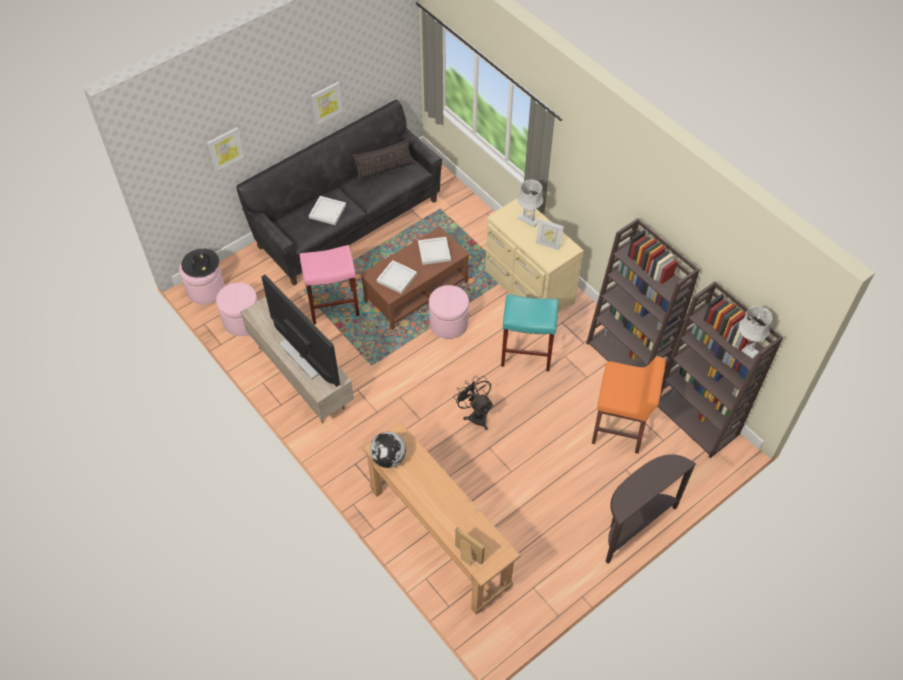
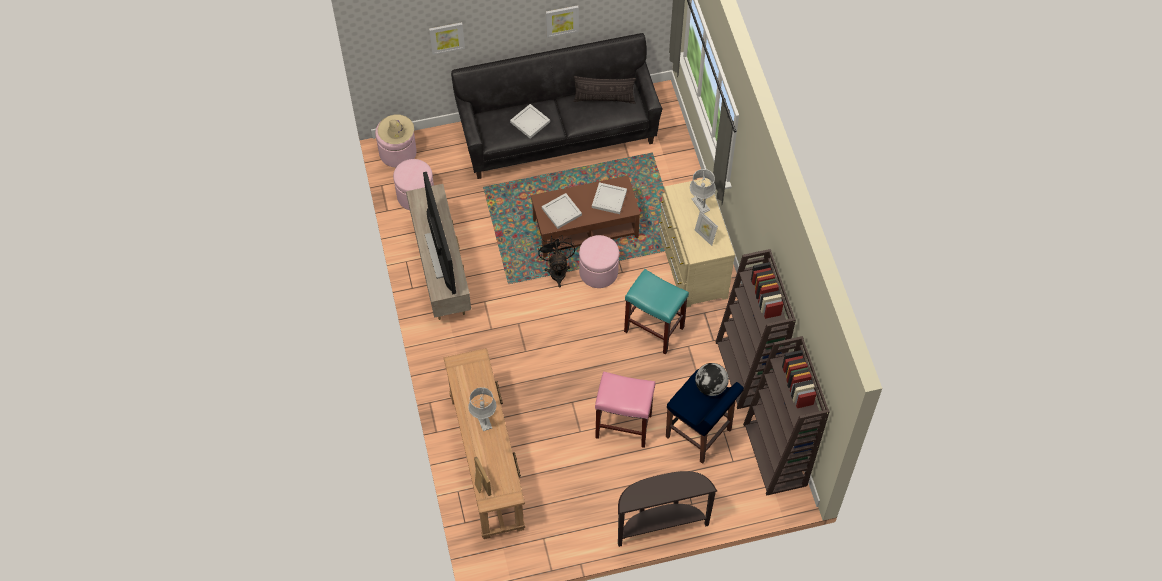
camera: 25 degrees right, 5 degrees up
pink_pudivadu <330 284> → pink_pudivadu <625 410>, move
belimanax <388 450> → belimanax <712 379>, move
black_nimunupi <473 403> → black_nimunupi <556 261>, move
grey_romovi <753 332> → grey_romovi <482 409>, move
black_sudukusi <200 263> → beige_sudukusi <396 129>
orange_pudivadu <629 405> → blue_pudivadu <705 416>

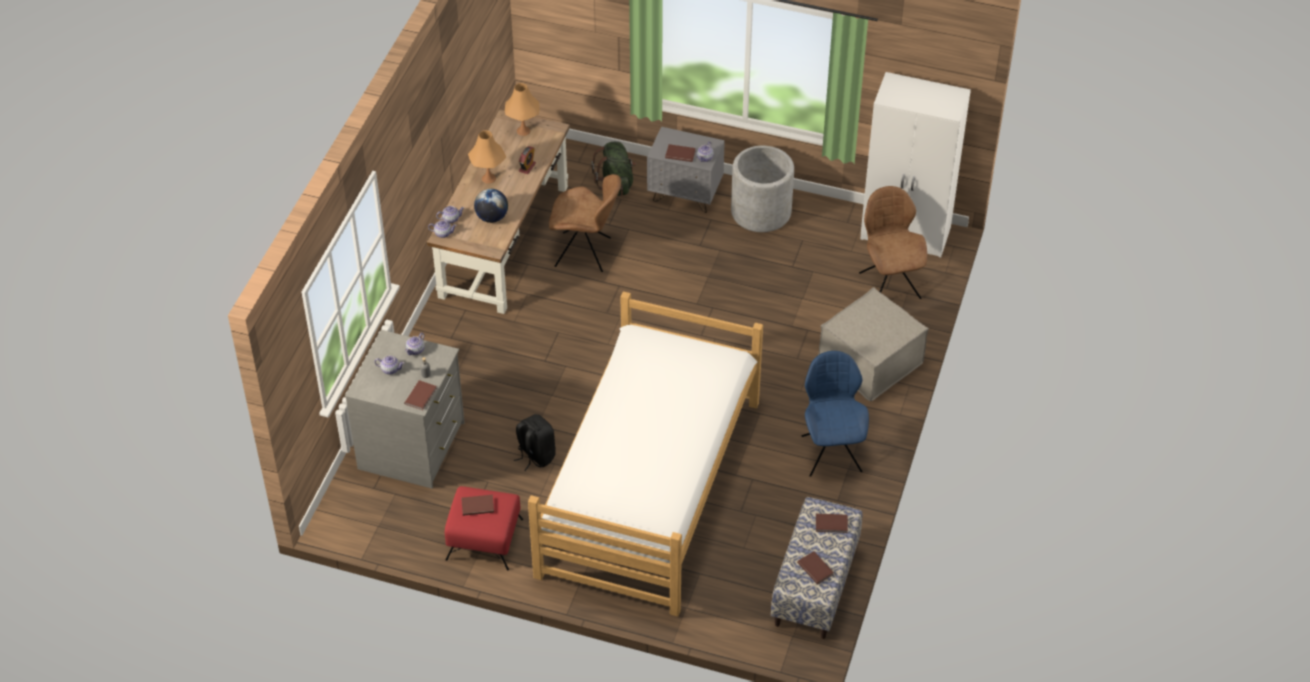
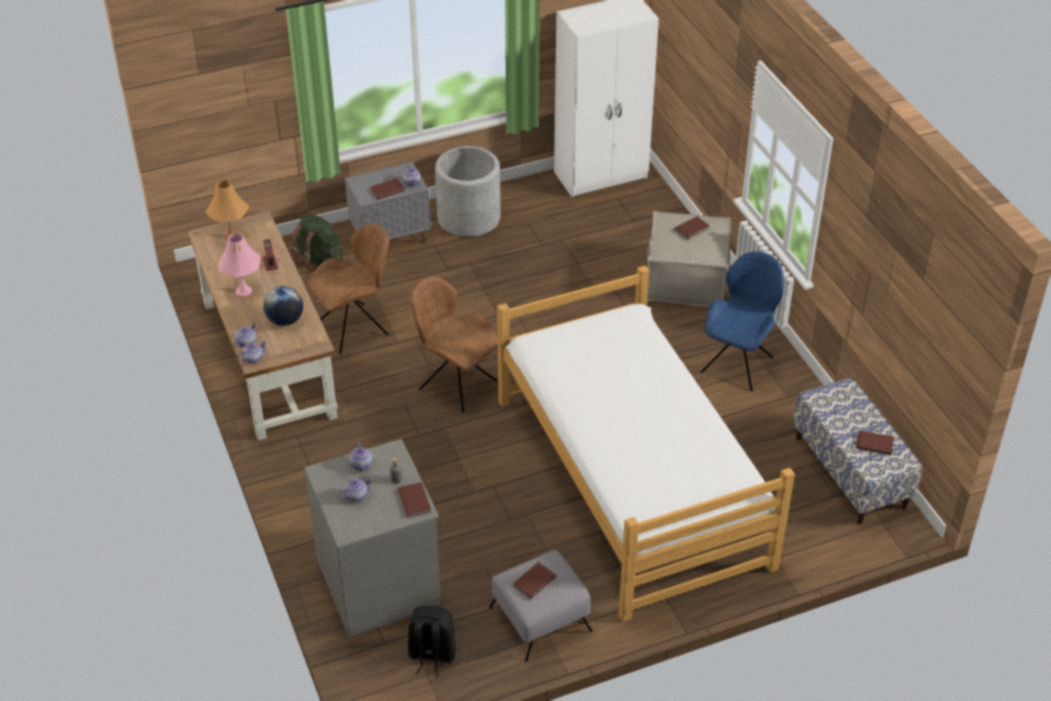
camera: 40 degrees left, 5 degrees down
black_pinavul <535 442> → black_pinavul <432 641>, move
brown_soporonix <832 523> → brown_soporonix <692 228>, move
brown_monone <893 242> → brown_monone <454 344>, move
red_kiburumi <484 528> → grey_kiburumi <540 606>
orange_romovi <487 157> → pink_romovi <239 264>
blue_monone <835 414> → blue_monone <742 321>, 75 degrees clockwise

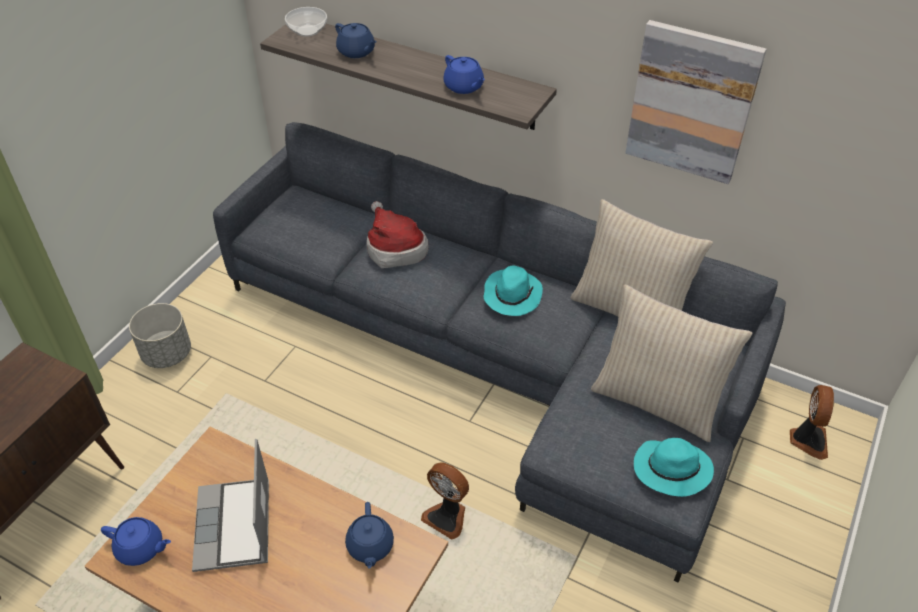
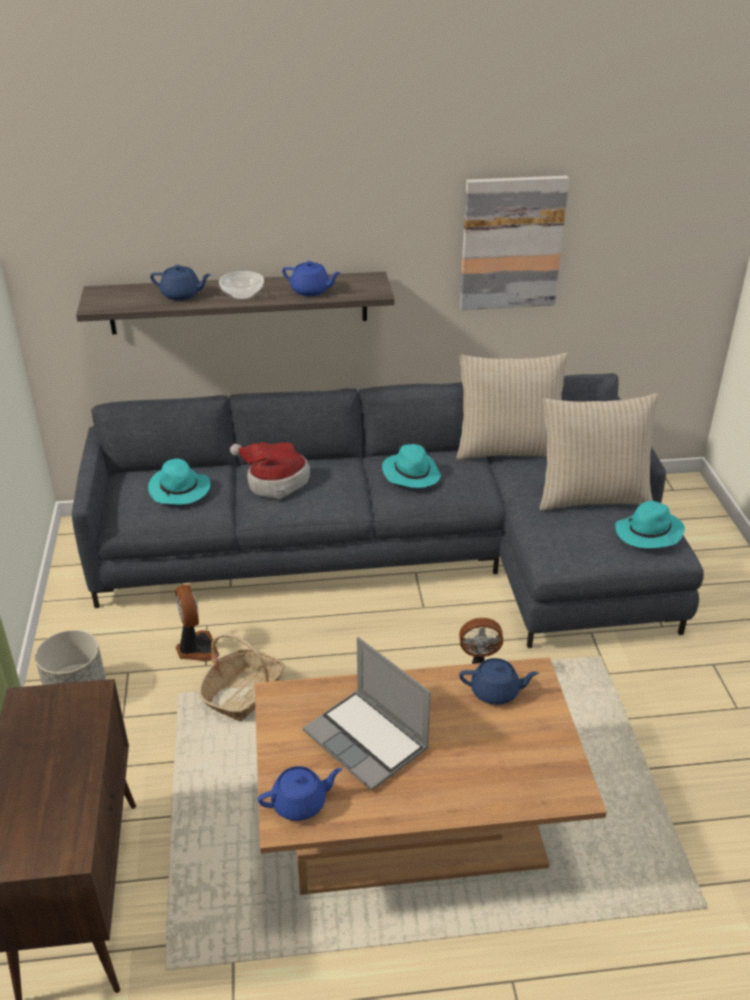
camera: 35 degrees left, 10 degrees down
- → turquoise_sudukusi <179 482>
- → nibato <241 677>
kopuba <306 22> → kopuba <241 285>, move
nimunupi <812 422> → nimunupi <197 623>, move
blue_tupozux <369 535> → blue_tupozux <499 681>, 45 degrees counterclockwise

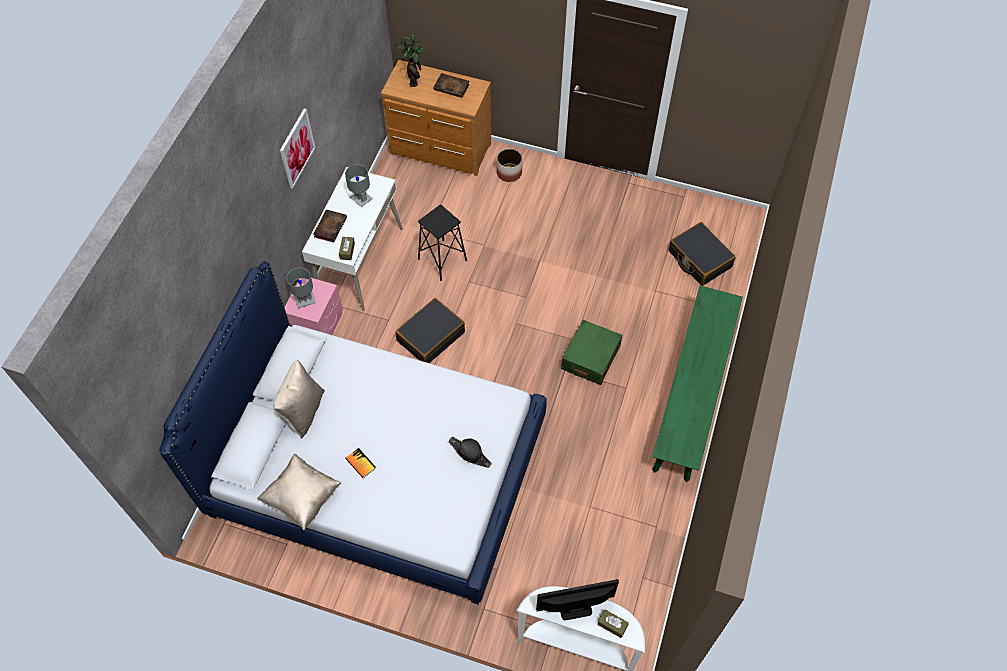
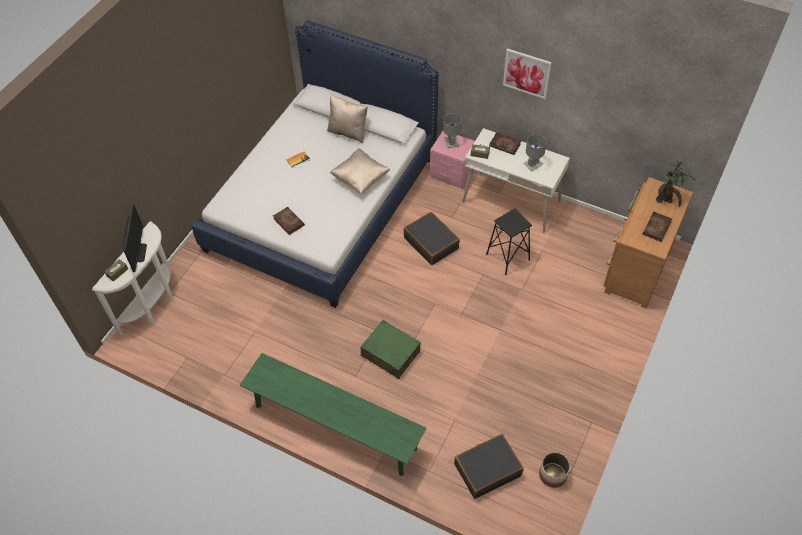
camera: 100 degrees right, 5 degrees down
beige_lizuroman <299 492> → beige_lizuroman <359 171>, move
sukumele <509 165> → sukumele <554 470>, move
black_sudukusi <470 452> → soporonix <289 221>

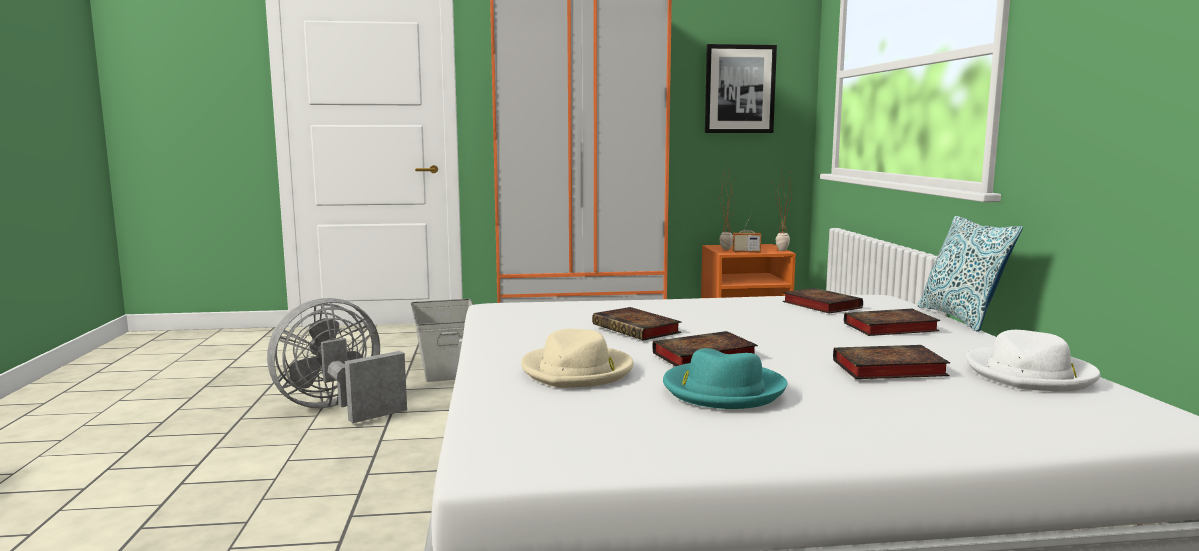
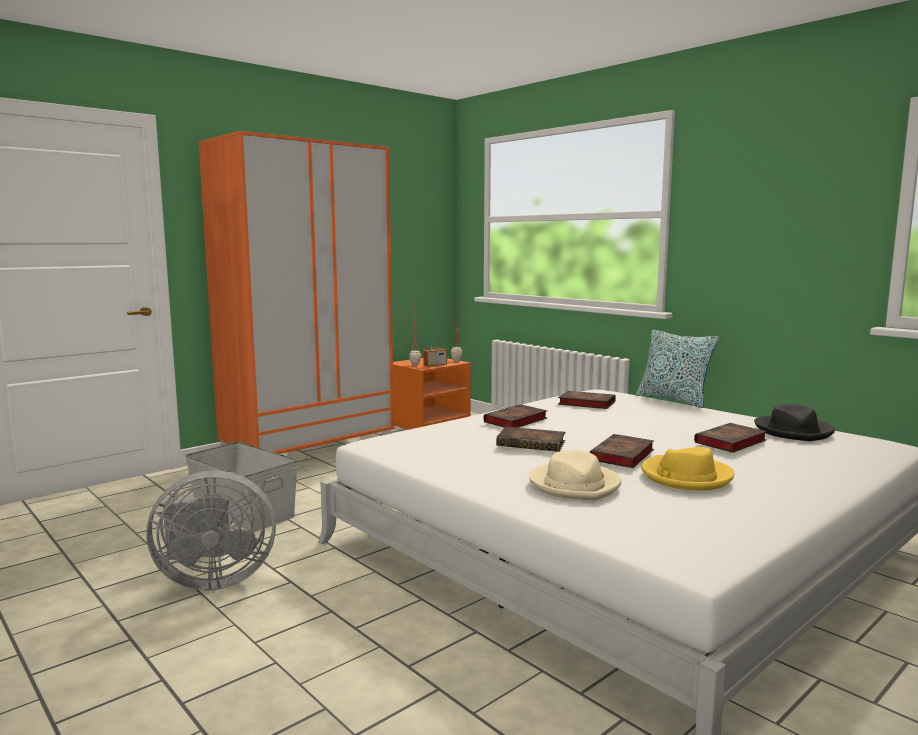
camera: 35 degrees left, 0 degrees up
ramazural <741 88> → -
soporonix <892 322> → soporonix <516 416>, move
turquoise_sudukusi <725 378> → yellow_sudukusi <687 469>
white_sudukusi <1033 360> → black_sudukusi <794 422>
grey_nimunupi <337 360> → grey_nimunupi <211 531>, 120 degrees counterclockwise

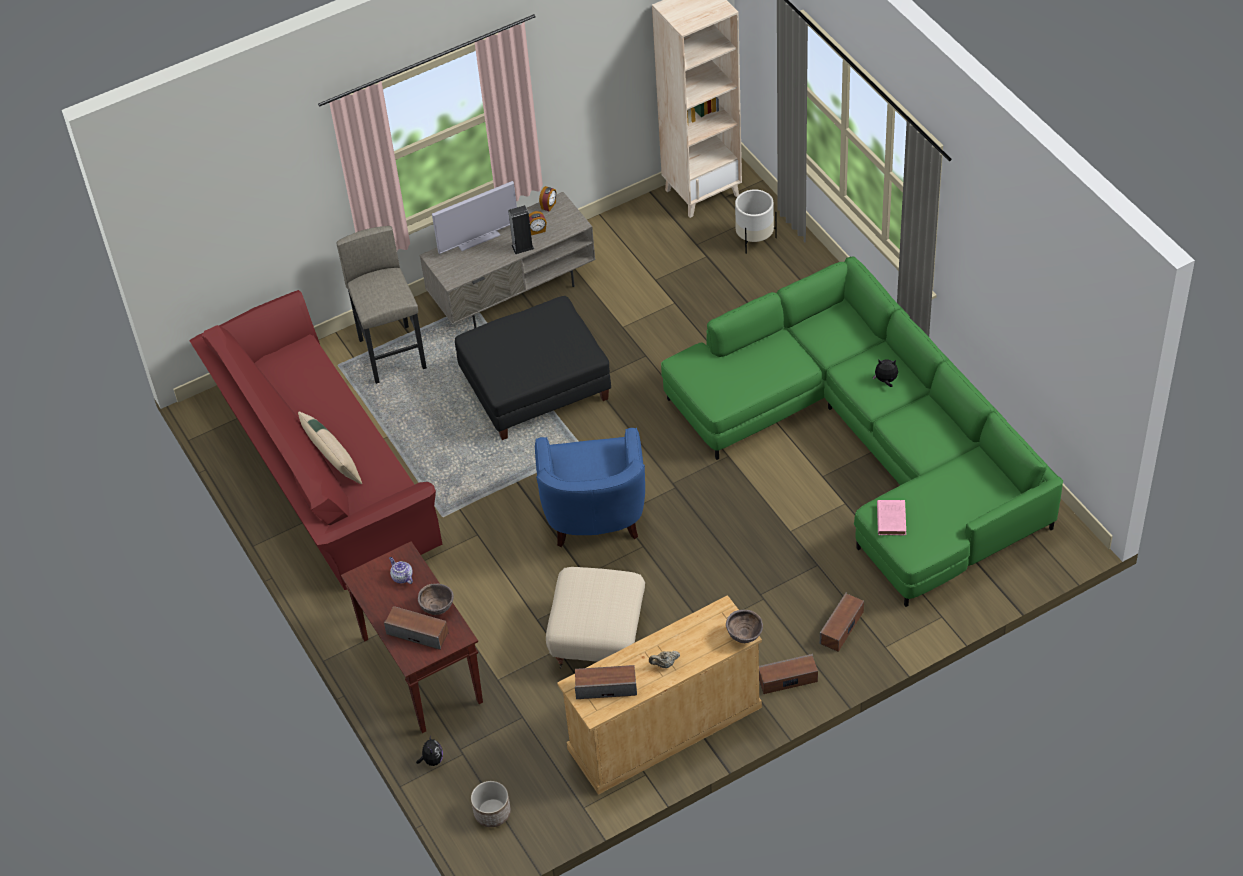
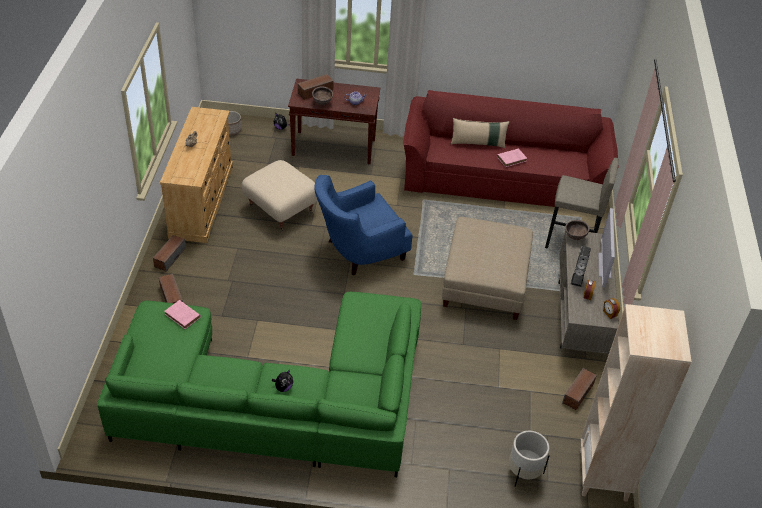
camera: 120 degrees right, 5 degrees down
- → pink_soporonix <512 157>
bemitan <606 682> → bemitan <579 389>, move
brown_kopuba <744 626> → brown_kopuba <577 230>, move
black_kiburumi <533 368> → beige_kiburumi <487 268>
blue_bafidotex <590 487> → blue_bafidotex <363 225>, 60 degrees counterclockwise

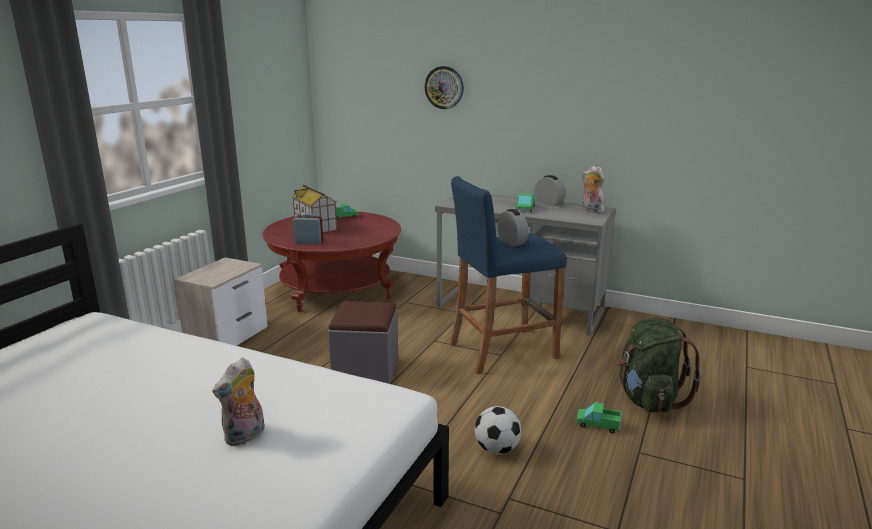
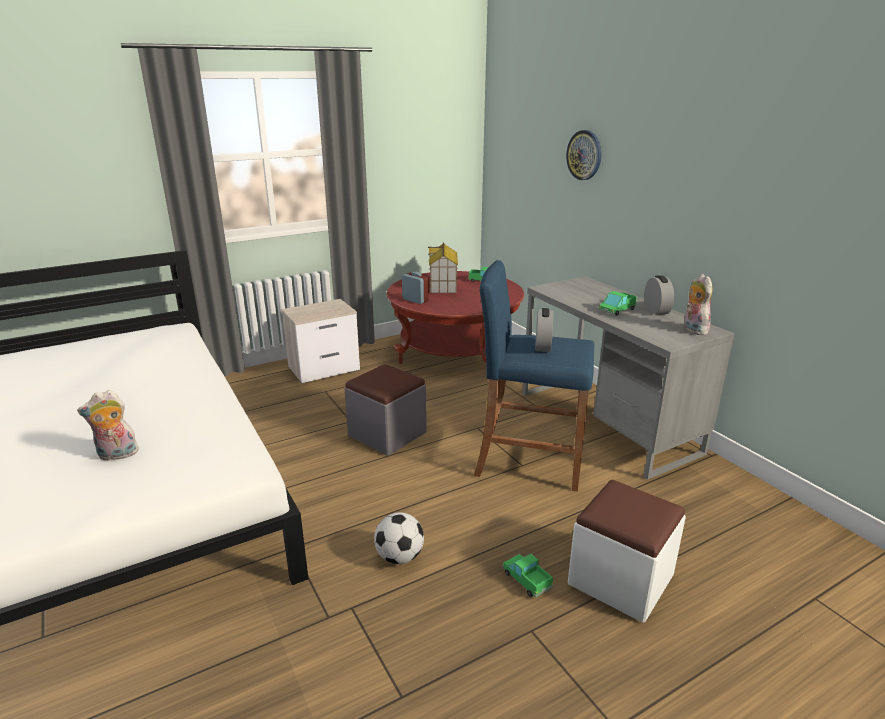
camera: 35 degrees right, 5 degrees up
green_pinavul <659 365> → white_kiburumi <627 551>

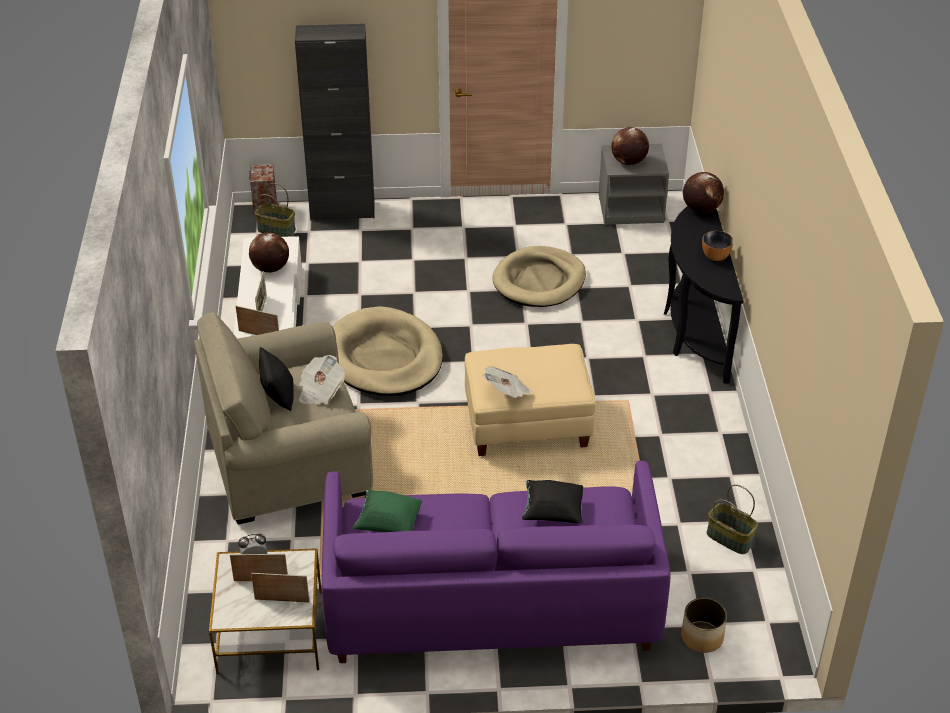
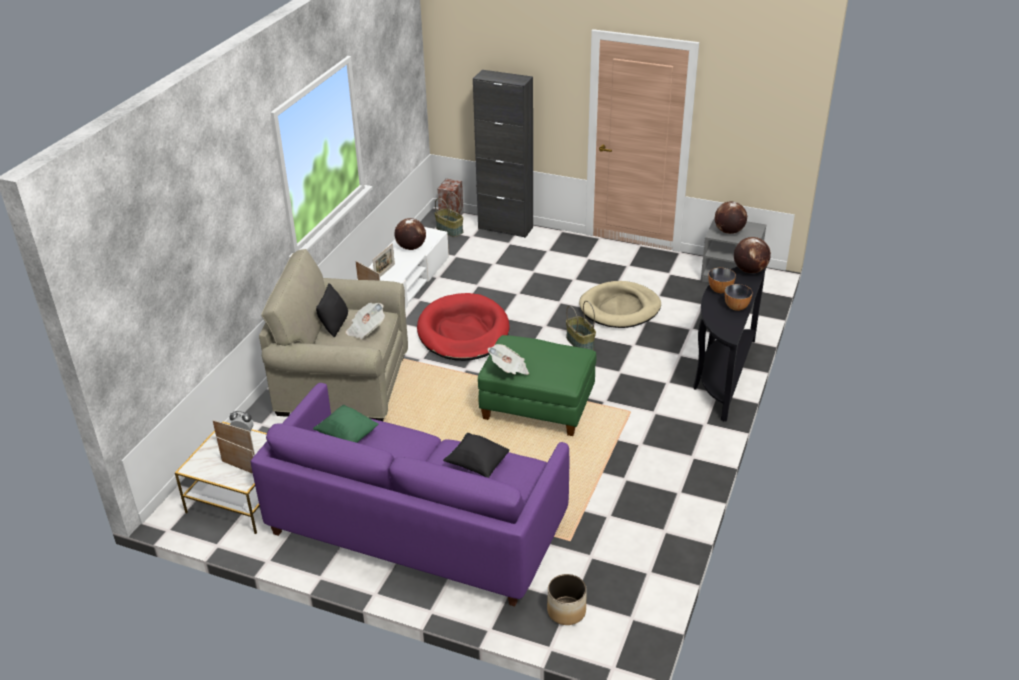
camera: 25 degrees right, 5 degrees down
- → kopuba <722 280>
nibato <733 519> → nibato <581 325>, move
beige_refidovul <387 351> → red_refidovul <463 327>
beige_kiburumi <530 400> → green_kiburumi <537 385>

